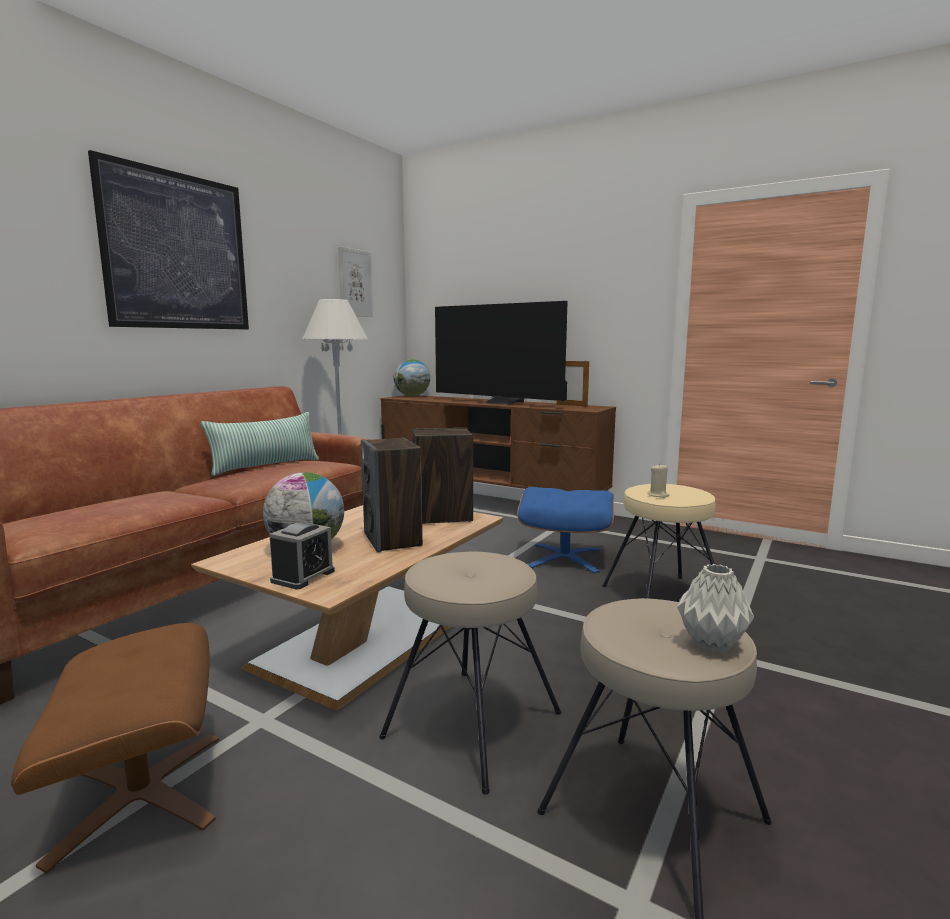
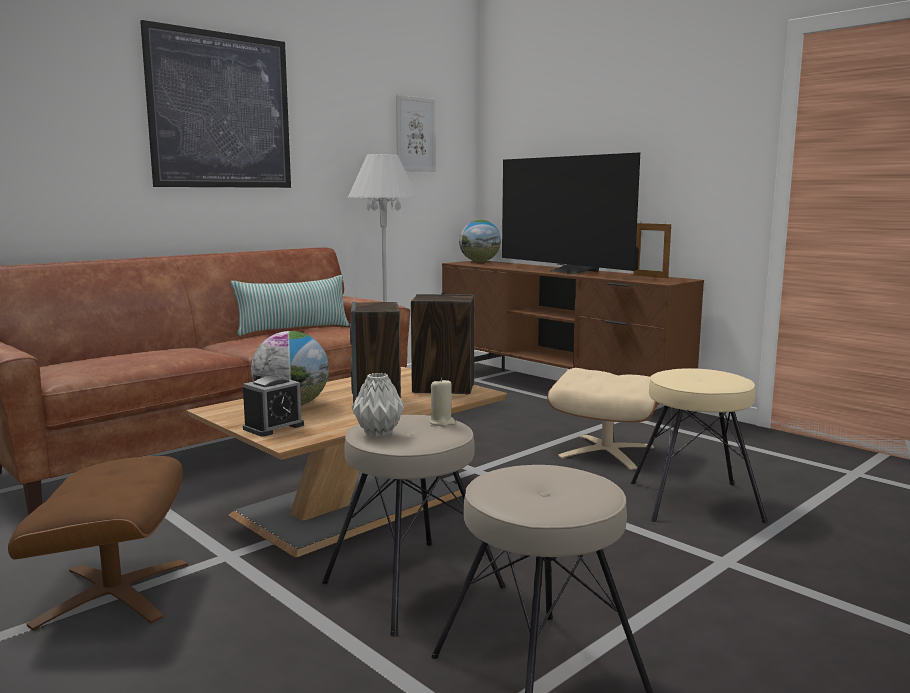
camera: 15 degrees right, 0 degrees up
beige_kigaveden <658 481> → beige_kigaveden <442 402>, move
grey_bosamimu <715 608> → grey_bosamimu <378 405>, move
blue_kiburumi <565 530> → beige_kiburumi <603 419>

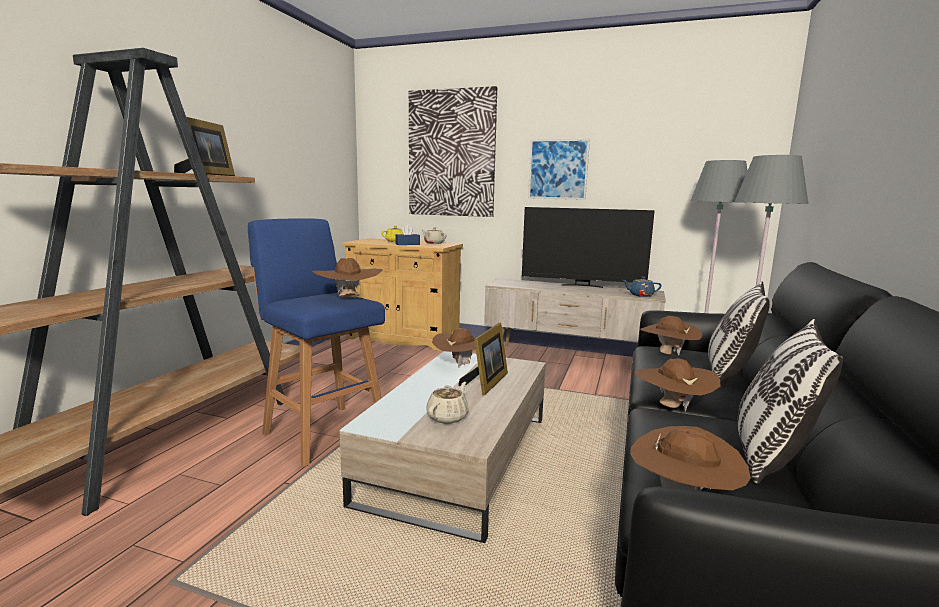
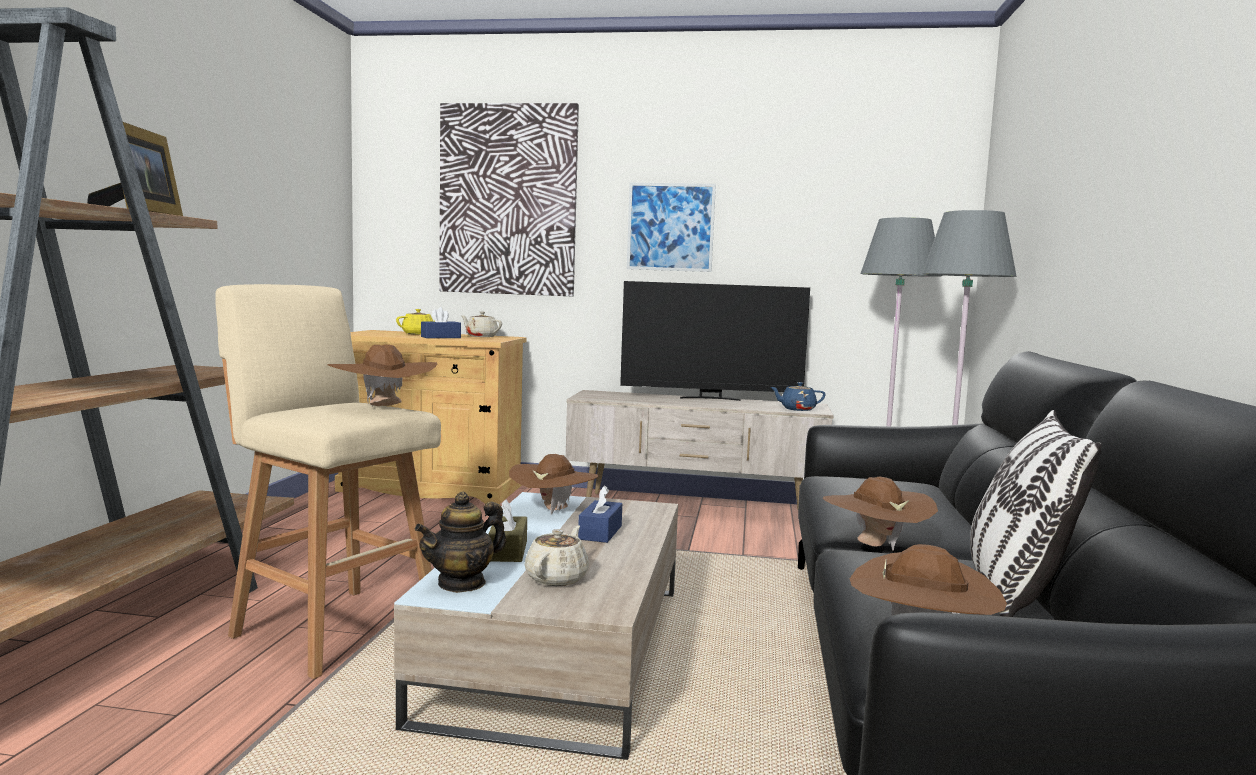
camera: 10 degrees left, 5 degrees down
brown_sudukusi <671 335> → -
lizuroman <739 332> → -
- → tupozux <460 542>
- → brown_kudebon <507 531>
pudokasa <483 359> → blue_kudebon <600 514>
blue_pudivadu <316 342> → beige_pudivadu <328 481>

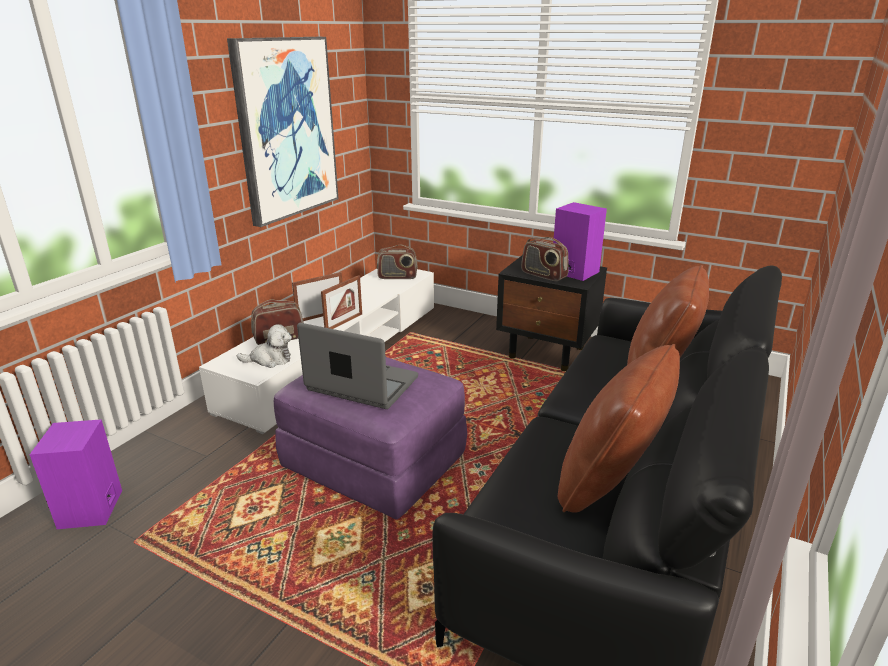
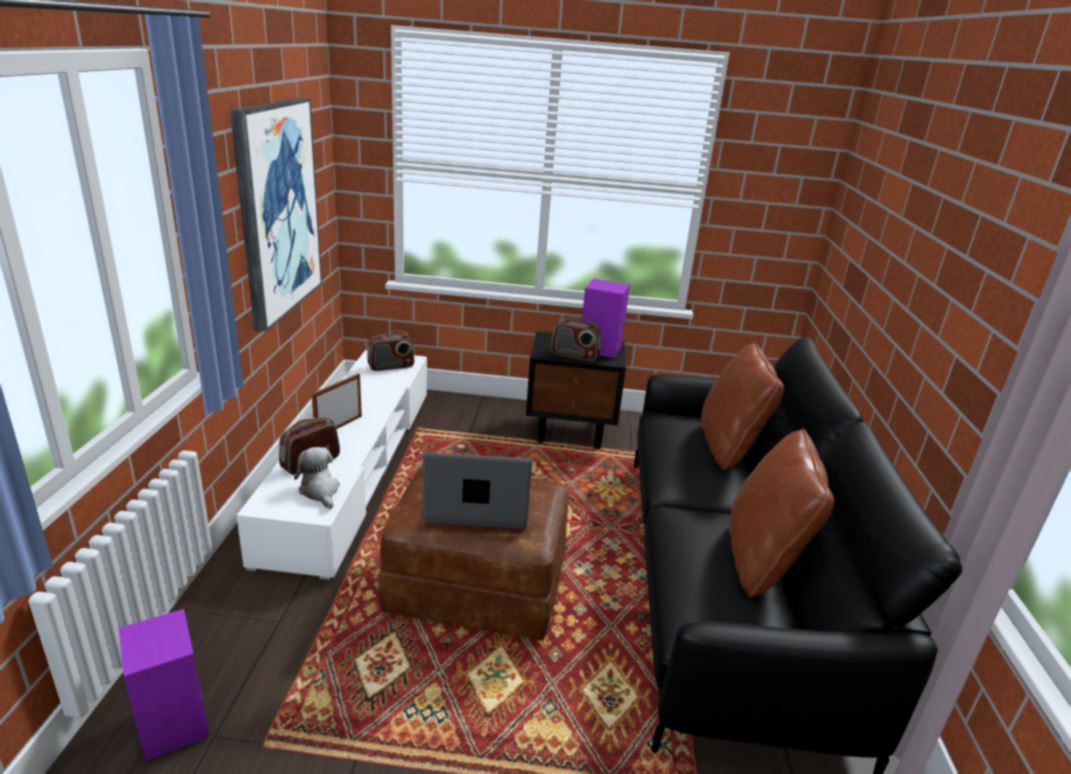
camera: 25 degrees left, 0 degrees up
pudokasa <341 302> → -
purple_kiburumi <370 438> → brown_kiburumi <473 552>
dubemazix <264 346> → dubemazix <317 478>, 90 degrees counterclockwise

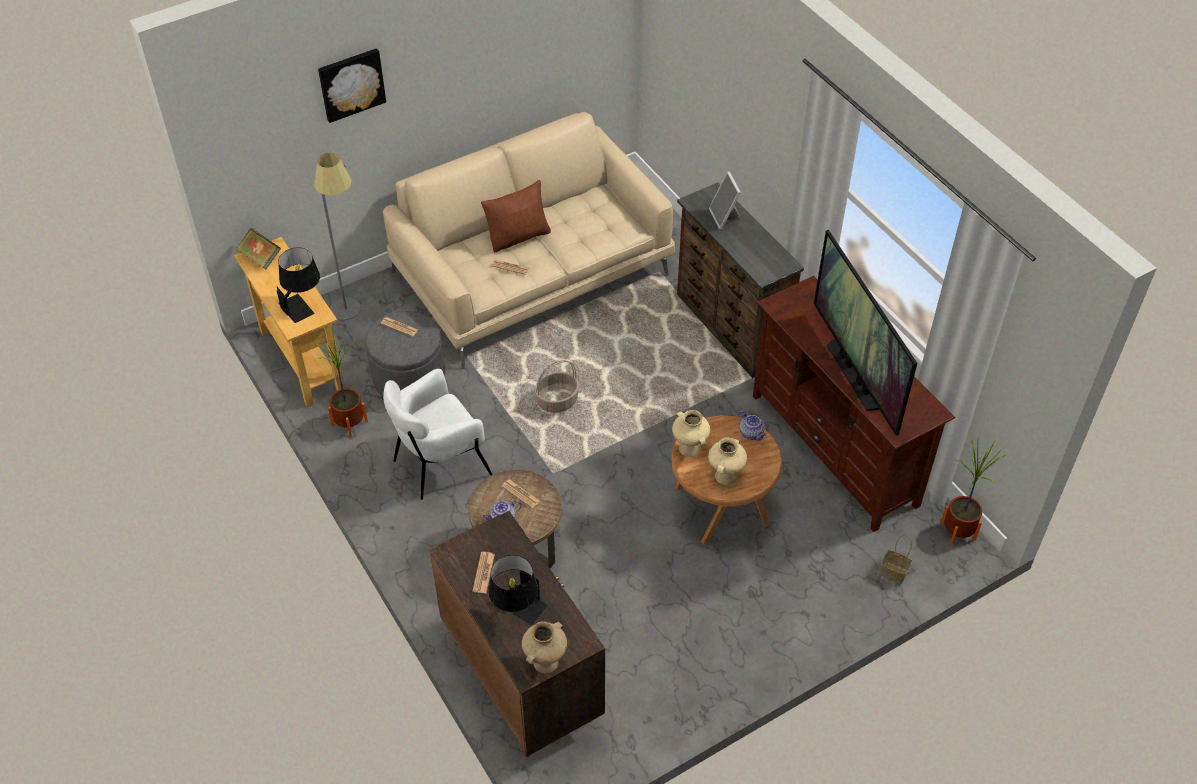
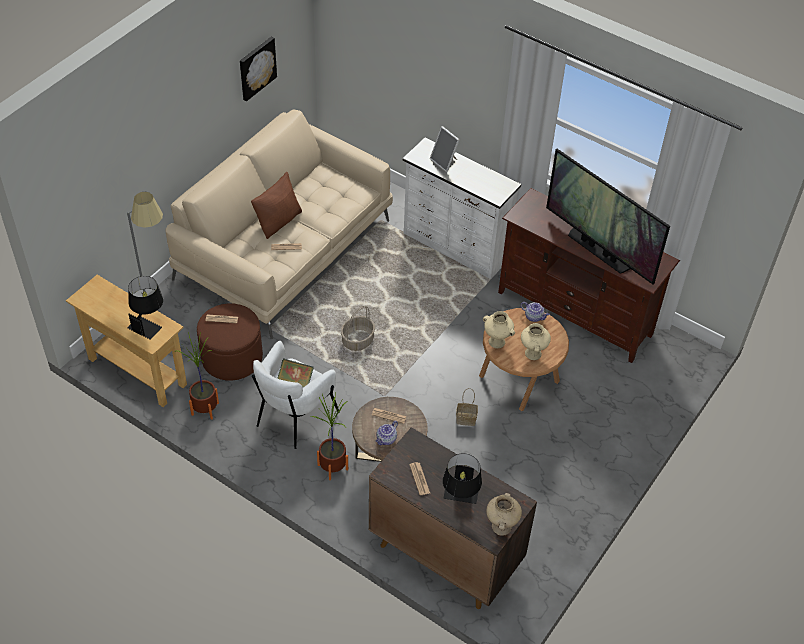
camera: 25 degrees left, 0 degrees up
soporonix <258 248> → soporonix <295 373>, move
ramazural <352 85> → ramazural <258 69>, move
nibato <895 559> → nibato <467 407>, move
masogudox <972 493> → masogudox <329 436>, move
grey_kiburumi <405 353> → brown_kiburumi <230 342>
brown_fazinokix <740 280> → white_fazinokix <461 208>

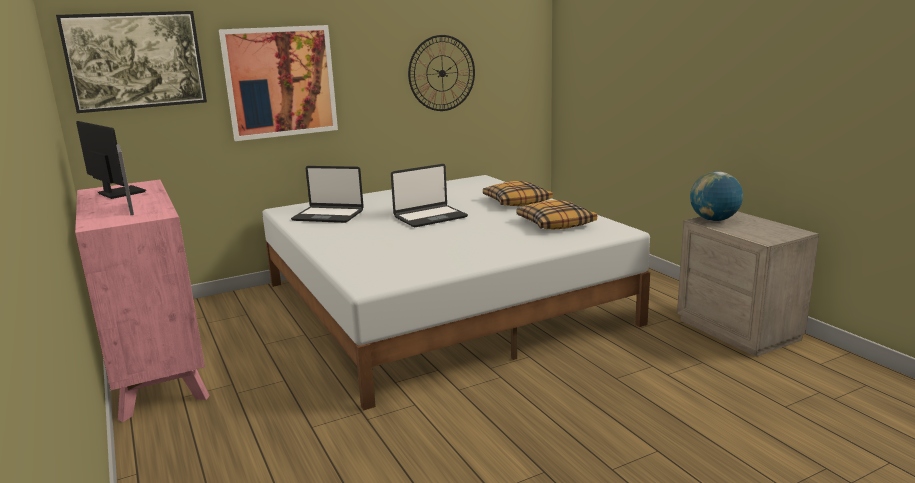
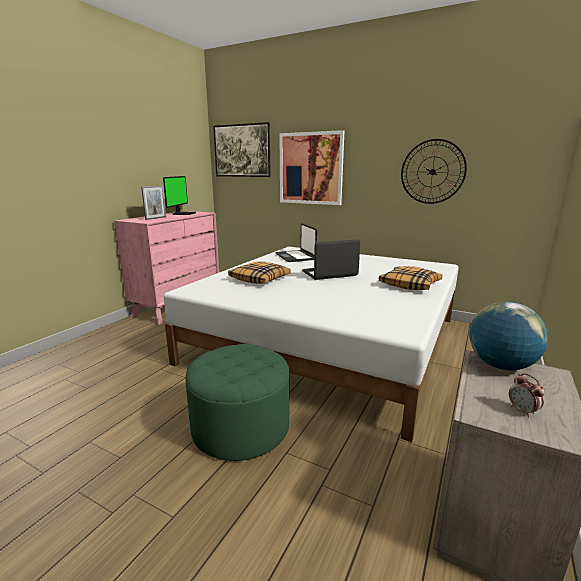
camera: 55 degrees right, 0 degrees up
- → green_kiburumi <237 402>
- → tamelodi <527 395>
lizuroman <556 215> → lizuroman <259 273>, move
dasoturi <429 195> → dasoturi <331 259>, 135 degrees clockwise

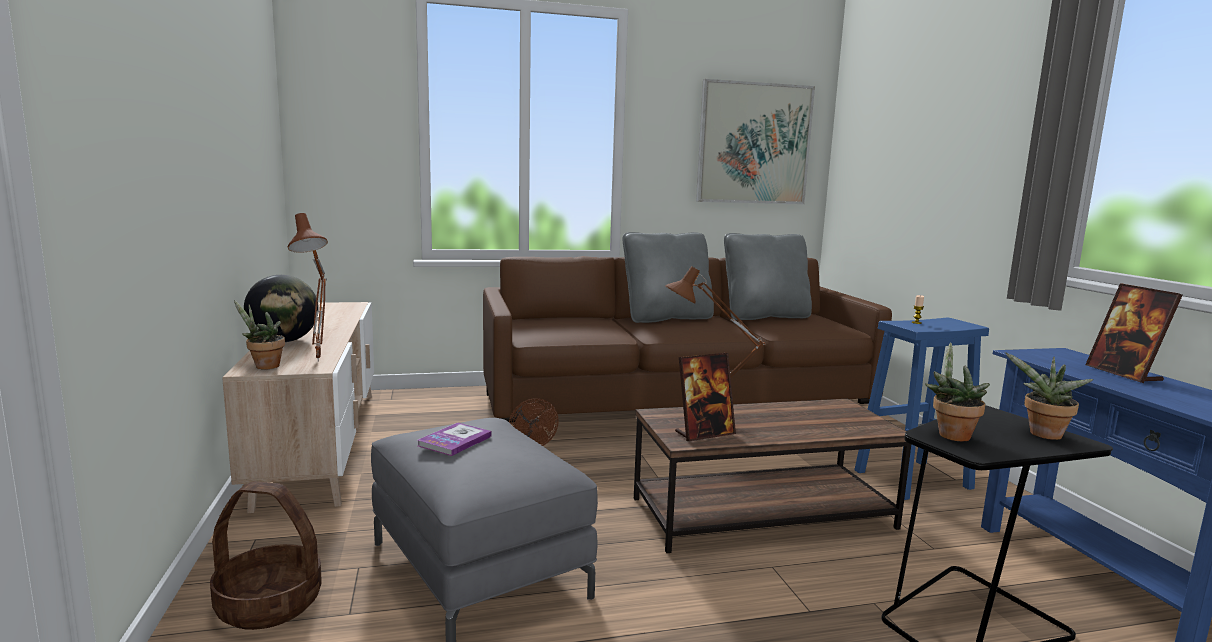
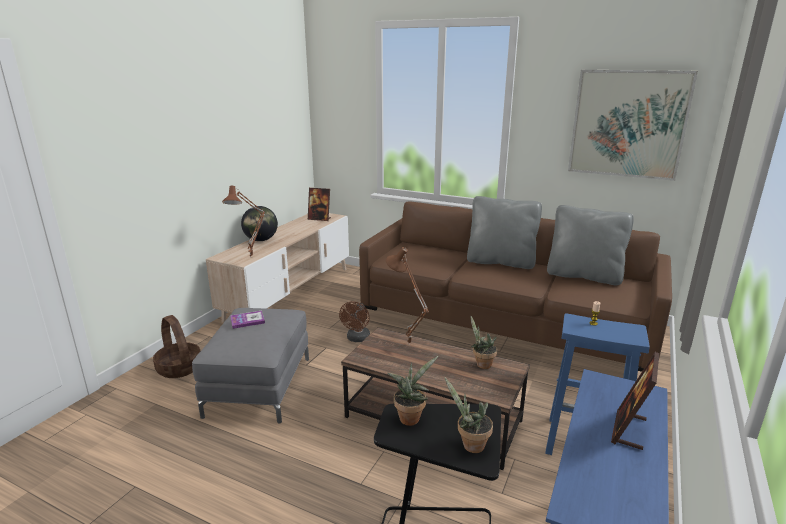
camera: 40 degrees right, 10 degrees up
masogudox <259 334> → masogudox <484 342>, move
pudokasa <705 397> → pudokasa <319 204>, move

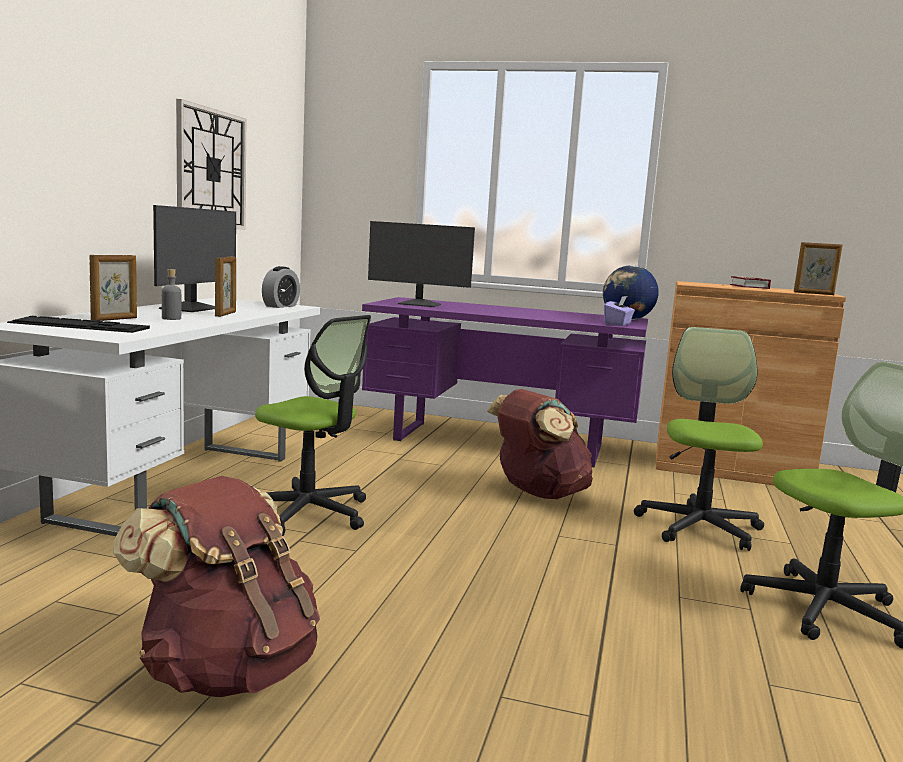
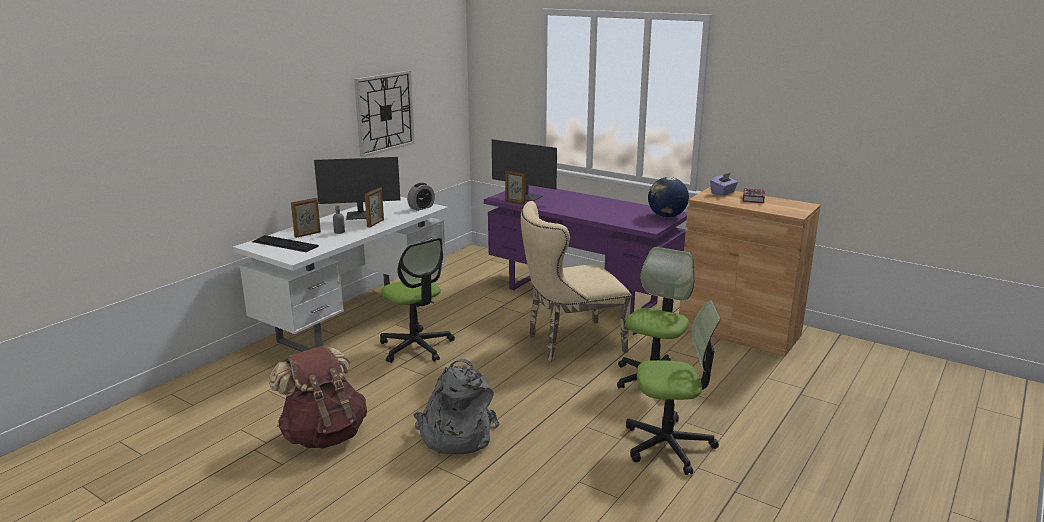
camera: 20 degrees right, 10 degrees up
- → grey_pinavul <457 406>
purple_kudebon <619 311> → purple_kudebon <724 184>, move
pudokasa <818 268> → pudokasa <515 187>, move
brown_pinavul <540 444> → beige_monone <576 281>
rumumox <194 258> → rumumox <357 188>, 45 degrees clockwise

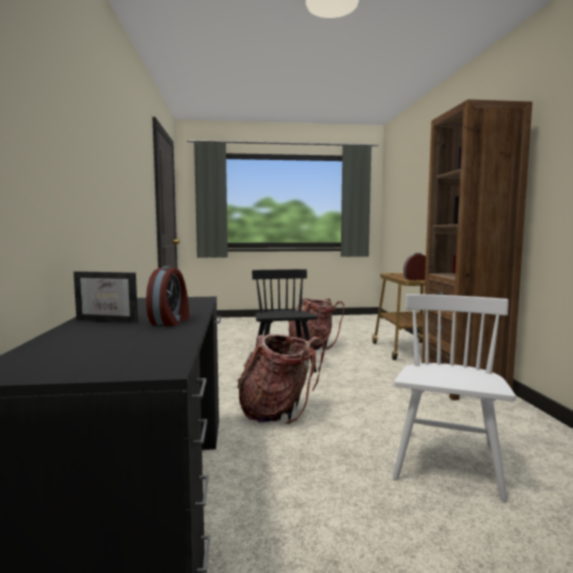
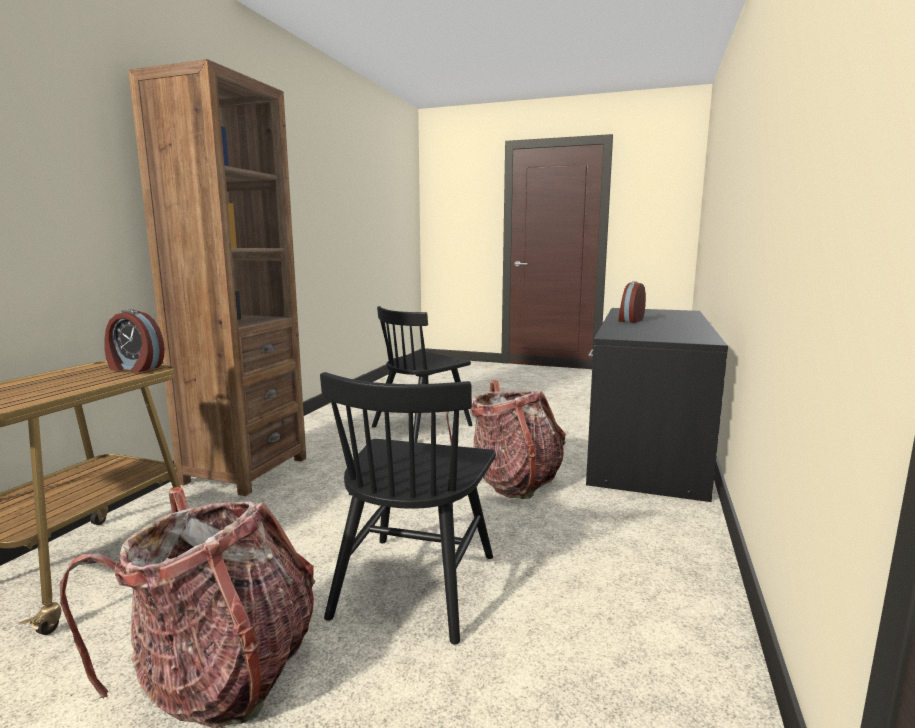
camera: 155 degrees left, 5 degrees up
pudokasa <106 297> → -
white_monone <454 397> → black_monone <422 374>

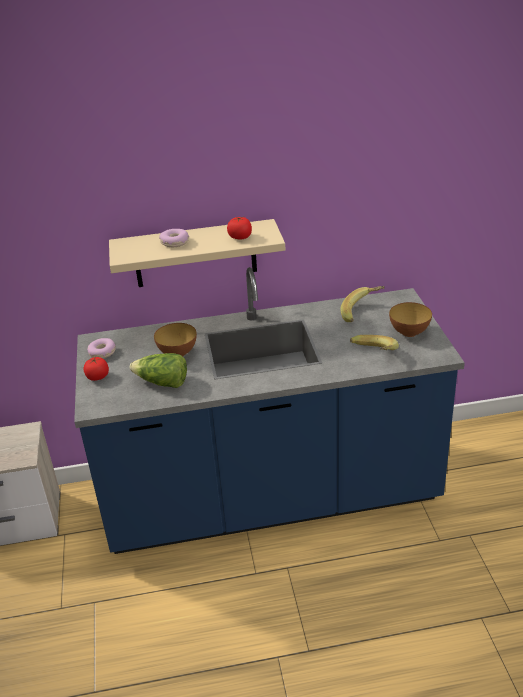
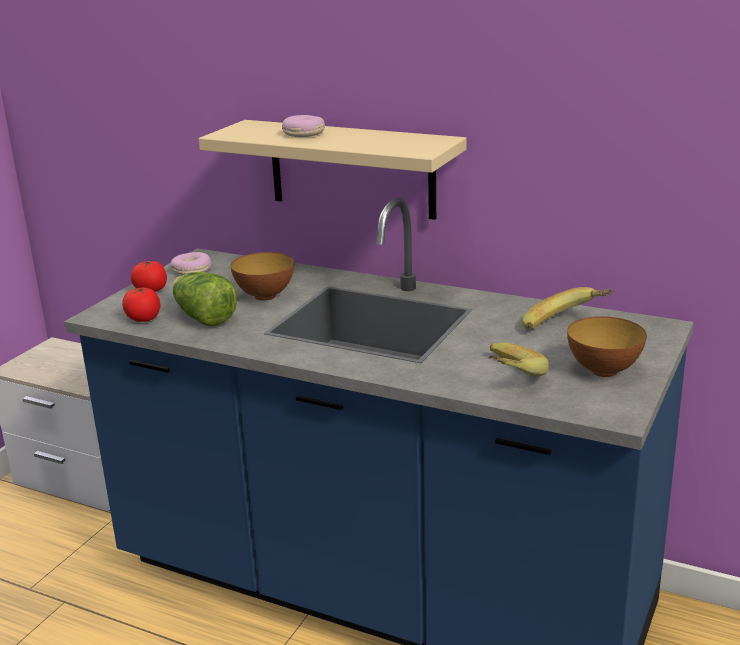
camera: 35 degrees right, 10 degrees down
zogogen <239 228> → zogogen <141 304>, move

